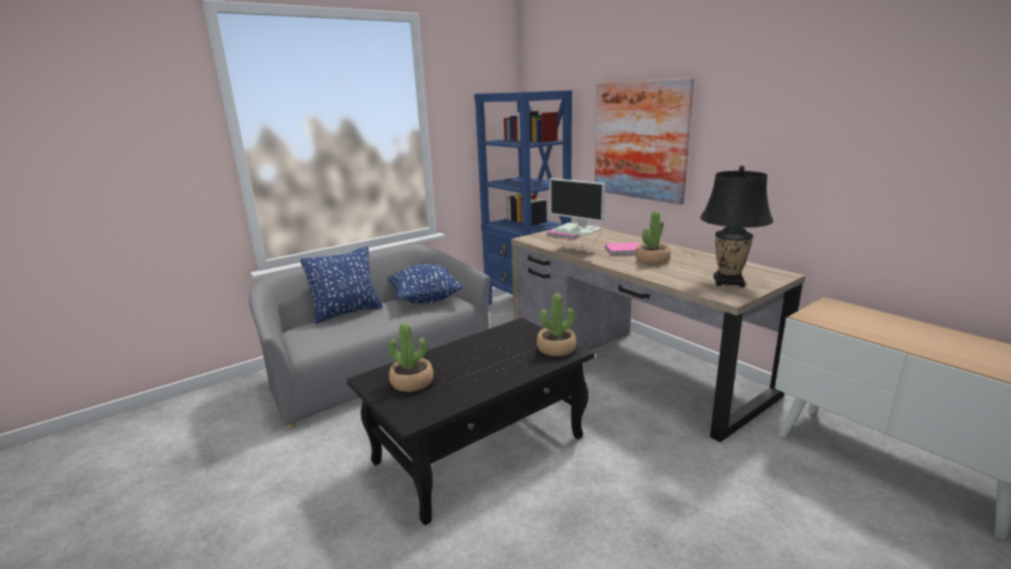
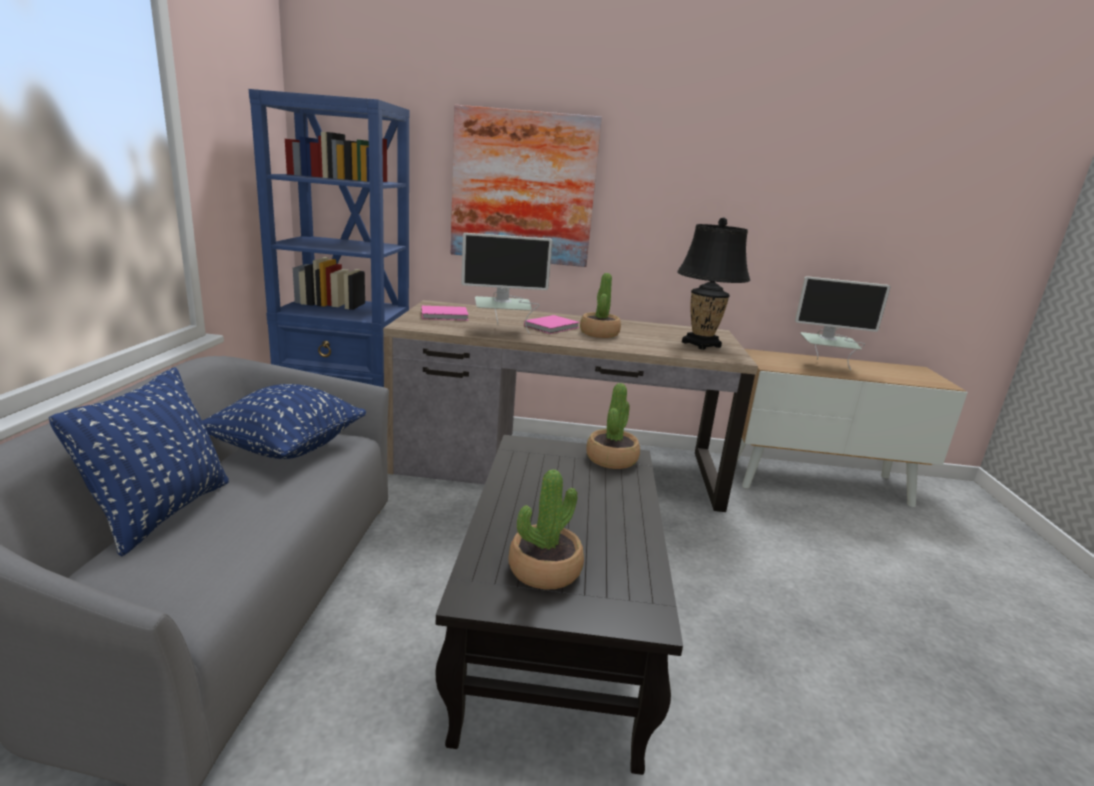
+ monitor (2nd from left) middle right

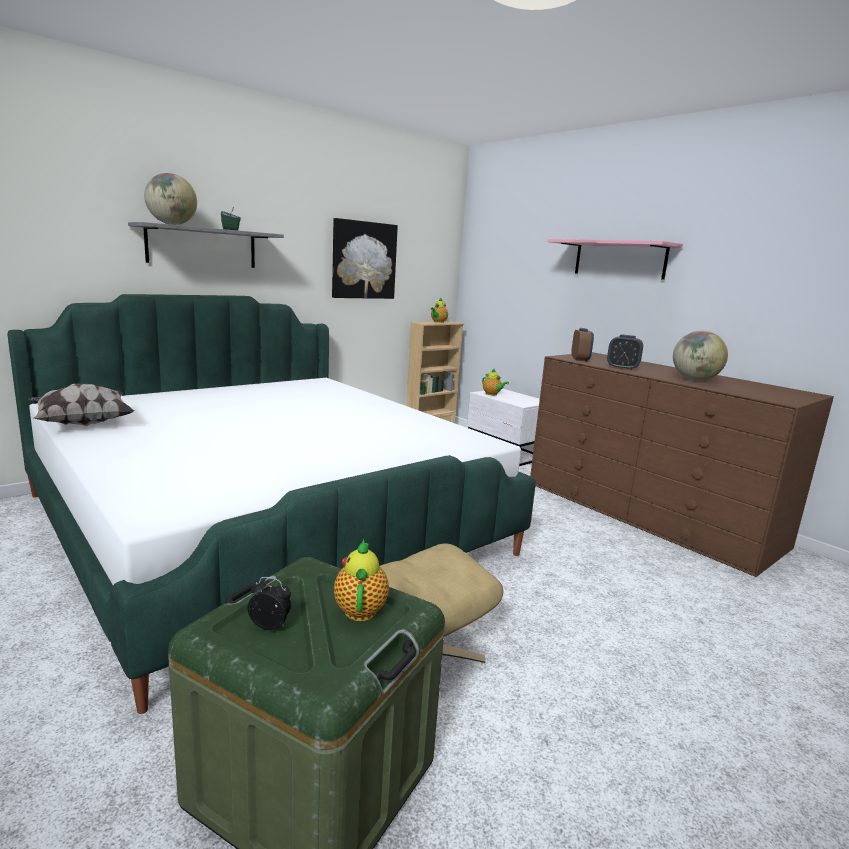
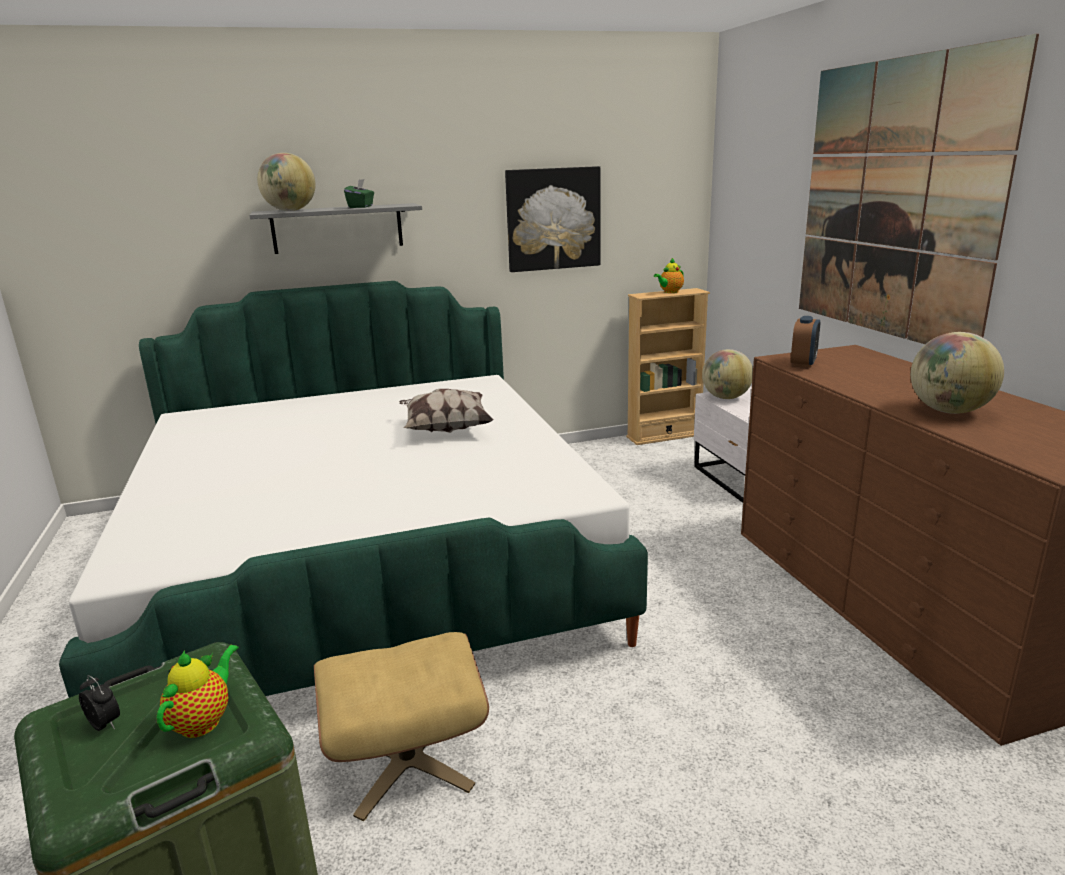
~ pink shelf top right to picture (2nd from left) top right
- alarm clock (3rd from left) middle right
~ teapot (3rd from left) centre to globe (2nd from left) middle right
~ pillow middle left to centre

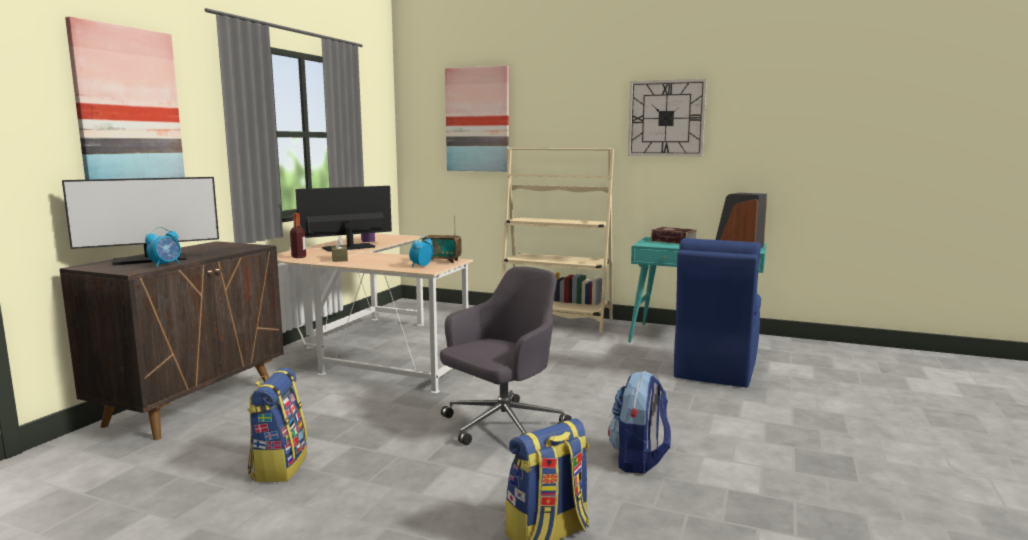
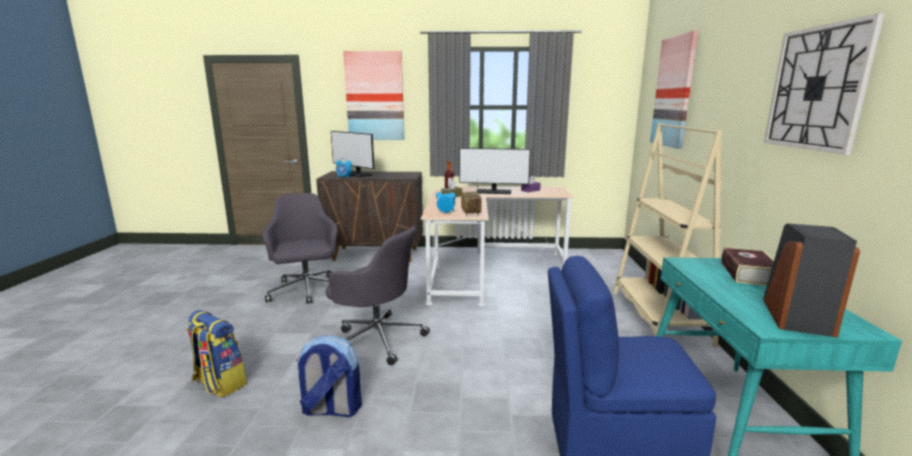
~ monitor (2nd from left) centre = centre 150 degrees clockwise
~ backpack (1st from left) bottom left to grey office chair (1st from left) middle left

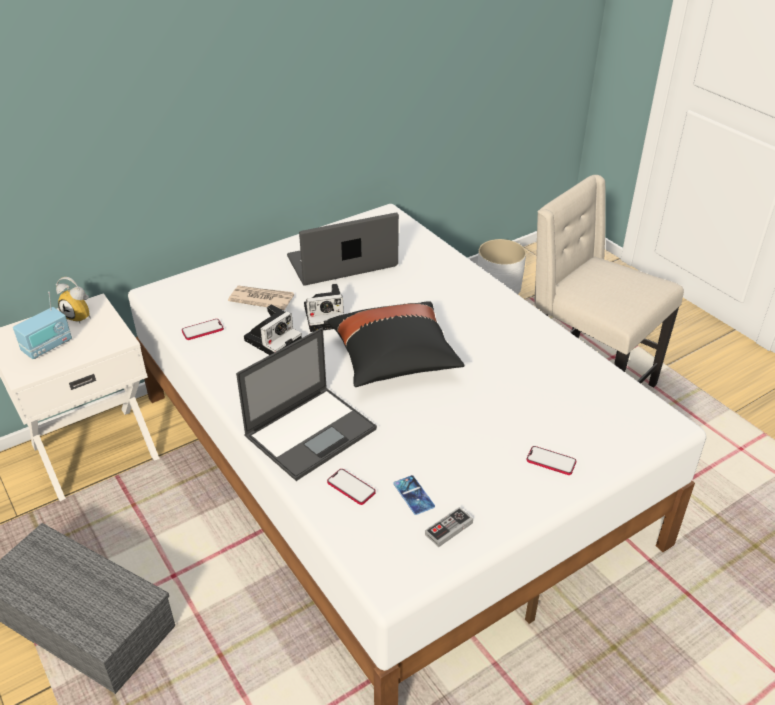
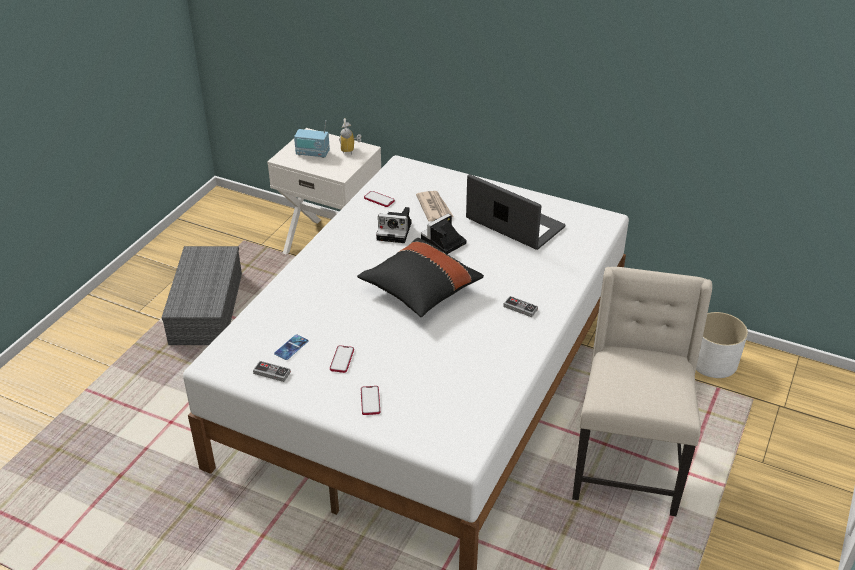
~ photo camera (2nd from left) centre = centre 90 degrees clockwise
- laptop (1st from left) centre
~ phone (2nd from left) bottom centre to centre
+ game controller (2nd from left) centre

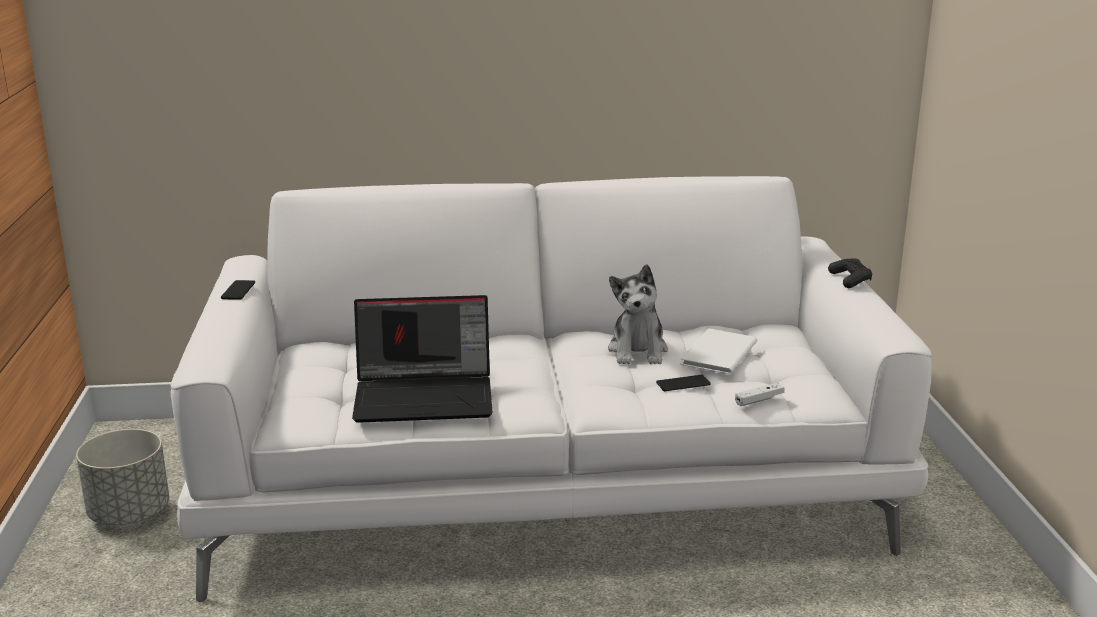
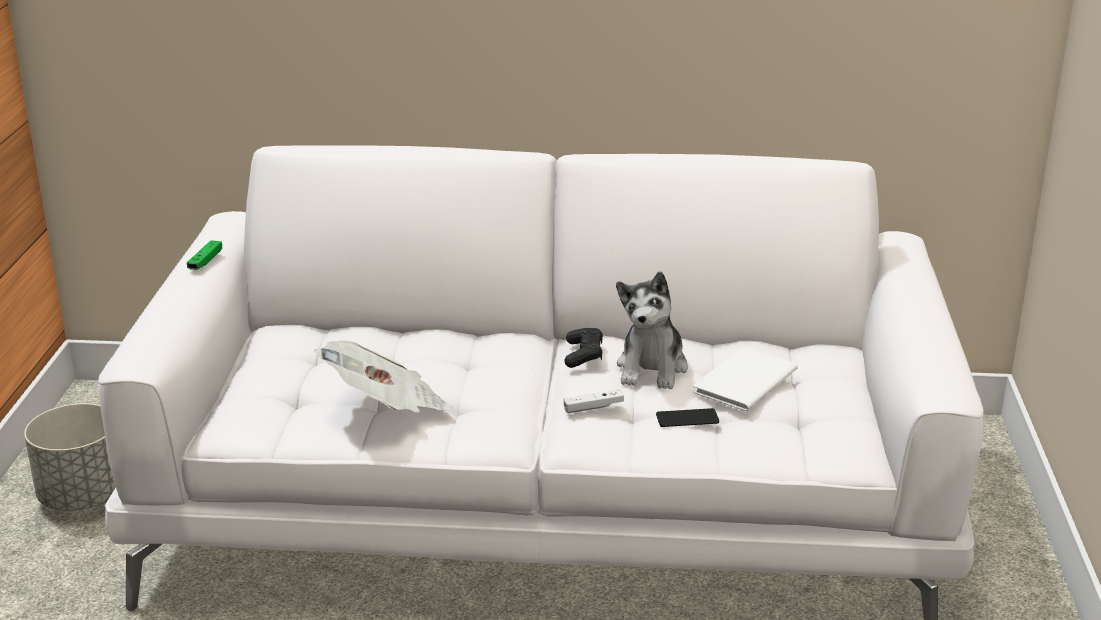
~ black game controller middle right to centre
~ phone (1st from left) middle left to green game controller middle left
~ laptop centre to newspaper centre
~ white game controller middle right to centre

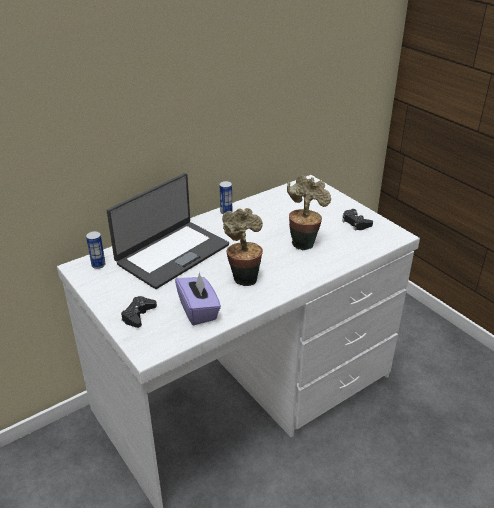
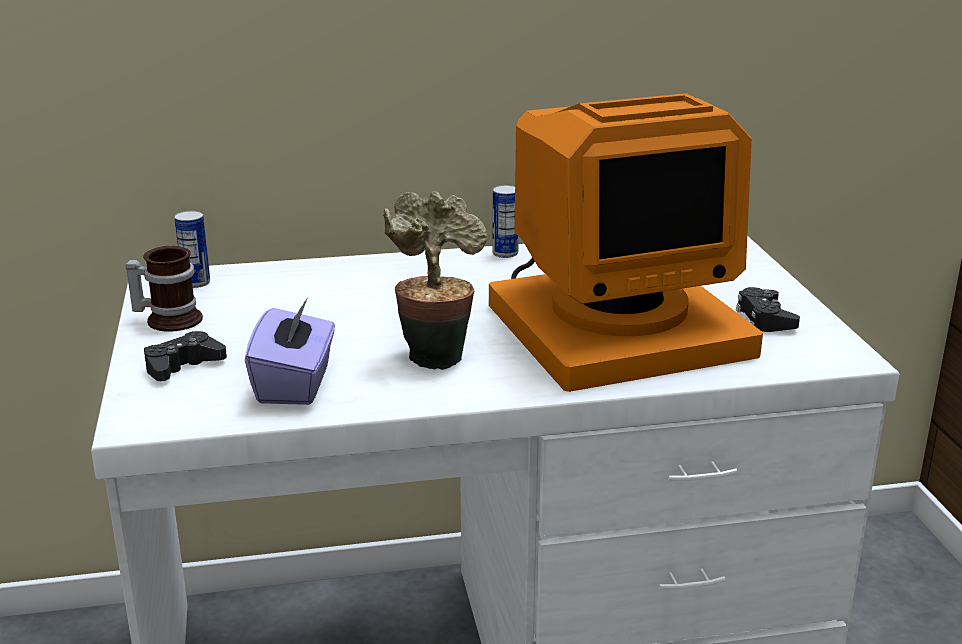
- laptop centre
~ potted plant (2nd from left) centre to monitor centre
+ mug middle left

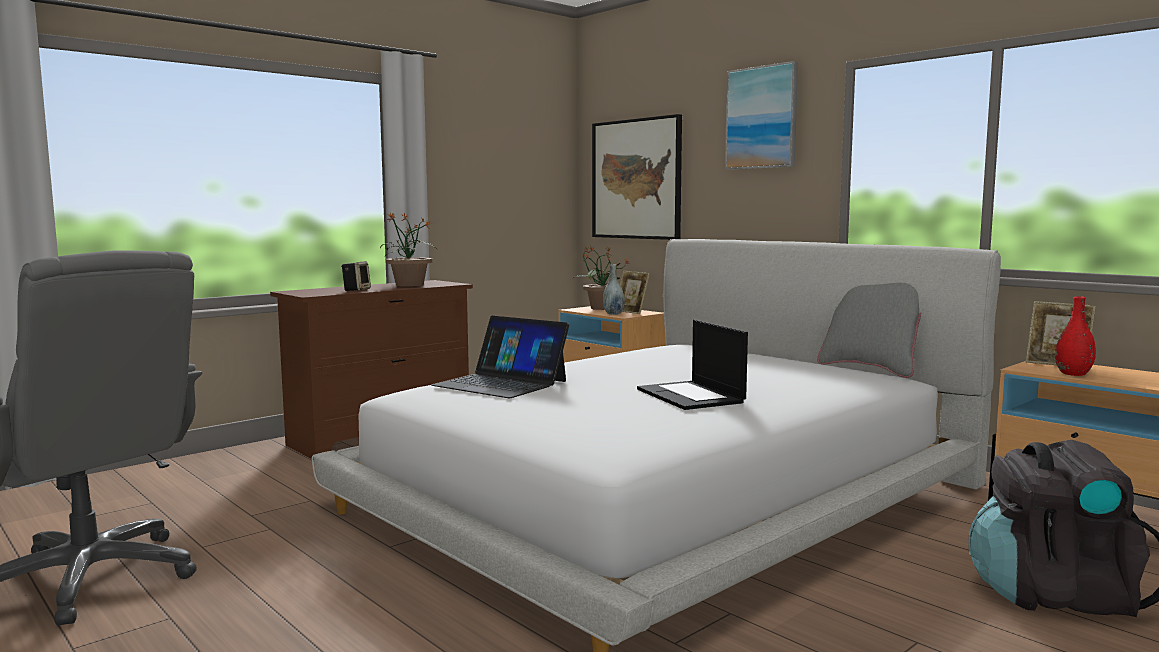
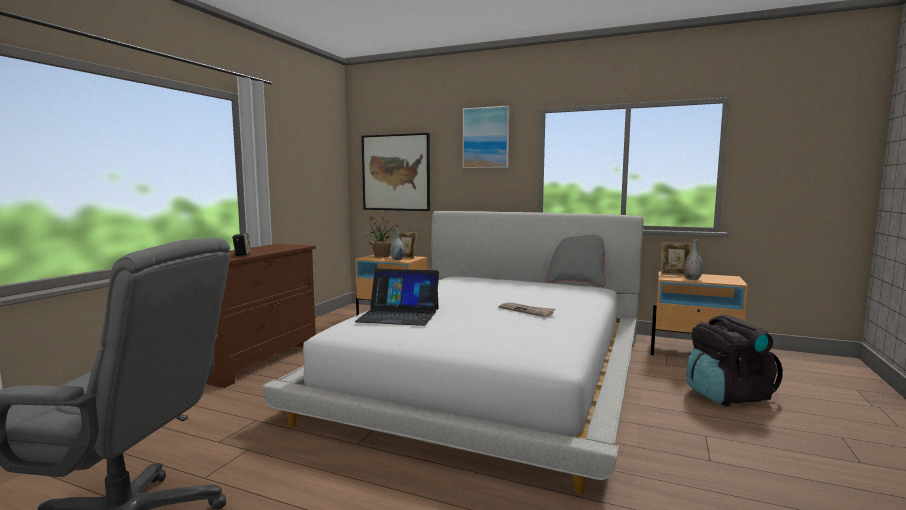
- potted plant (1st from left) centre
~ red vase middle right to grey vase (2nd from left) middle right
~ laptop (2nd from left) centre to newspaper centre

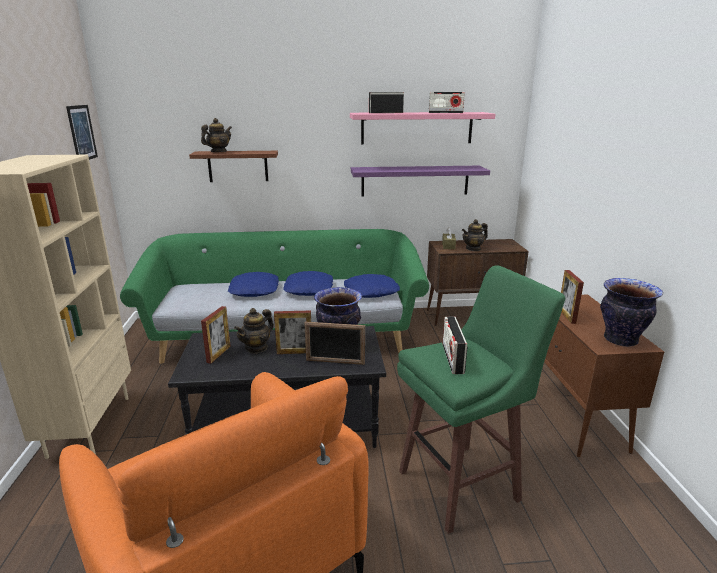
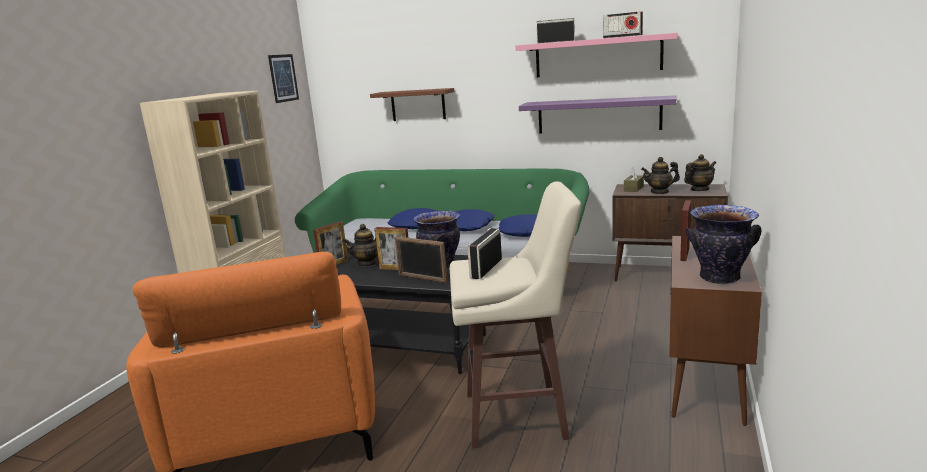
~ teapot (1st from left in the first image) top left to teapot (3rd from left) middle right
~ green stool bottom right to beige stool centre

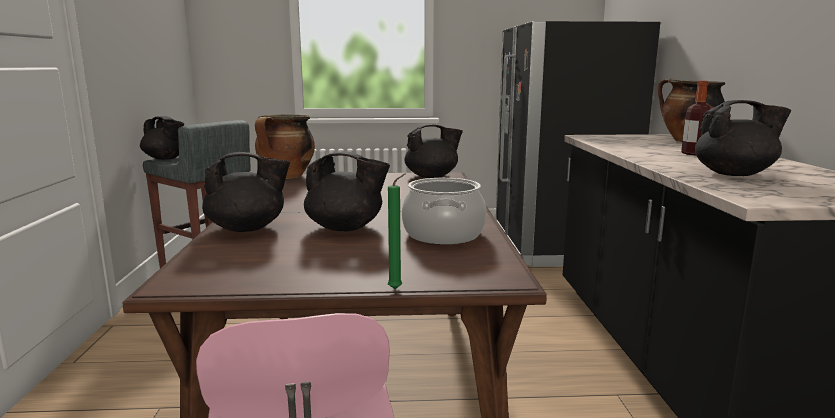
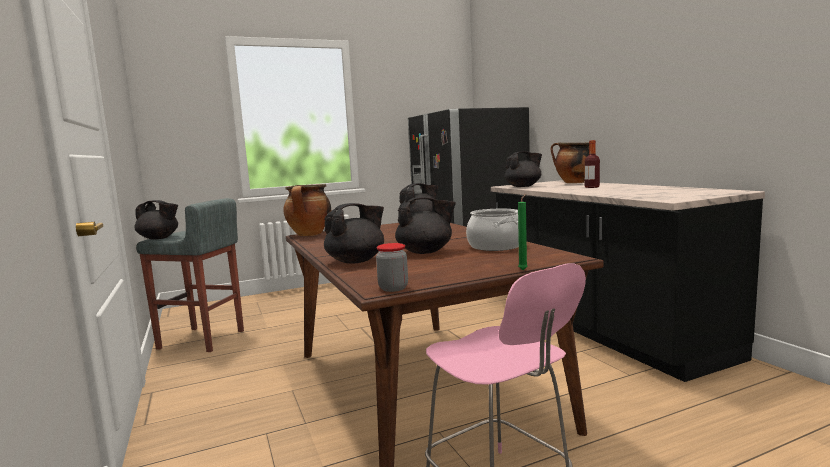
~ black teapot (5th from left) top right to centre
+ jar centre

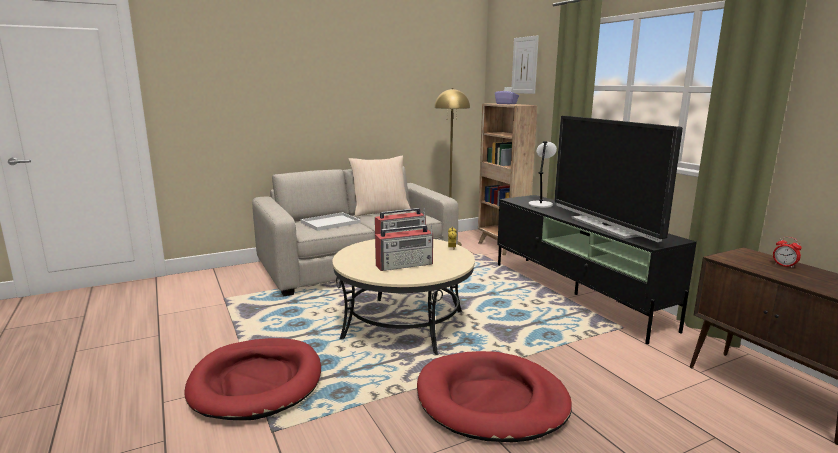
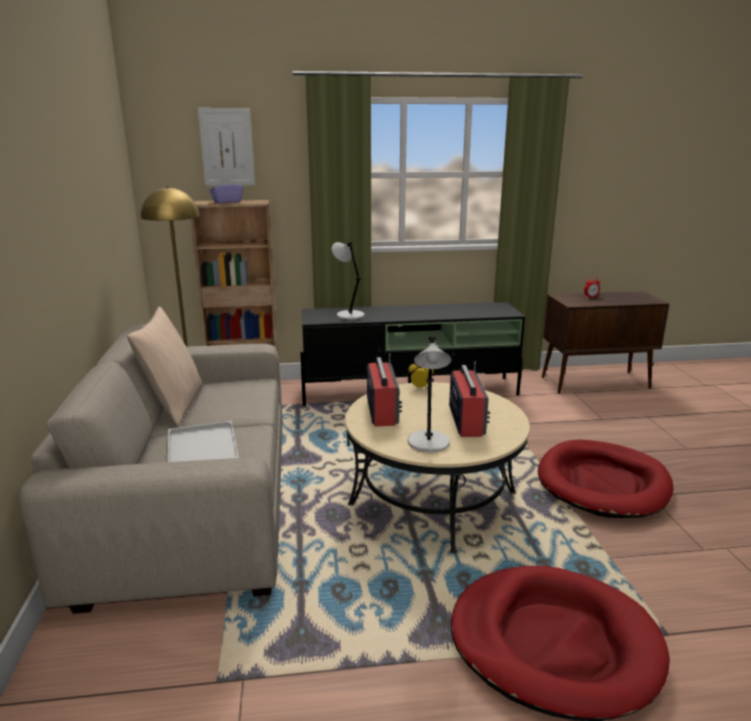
- television middle right
+ grey table lamp (2nd from left) centre

